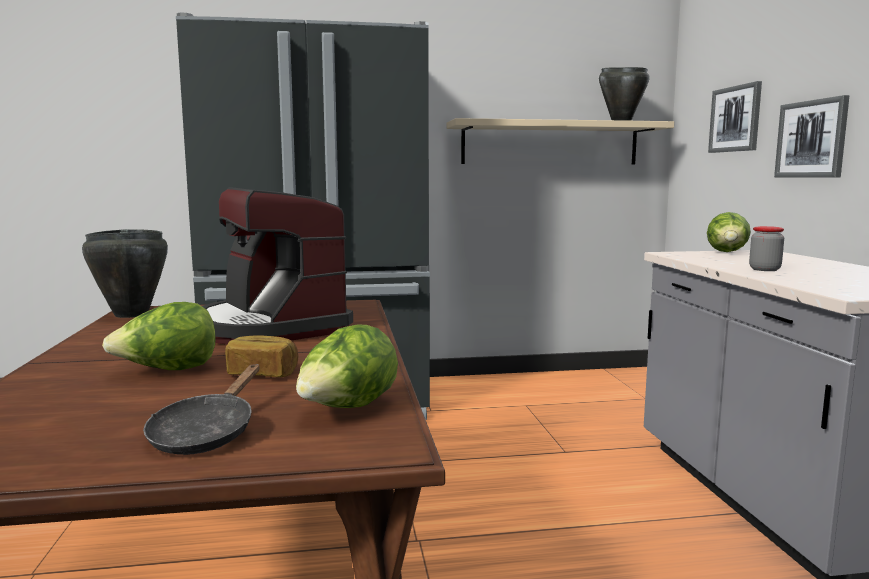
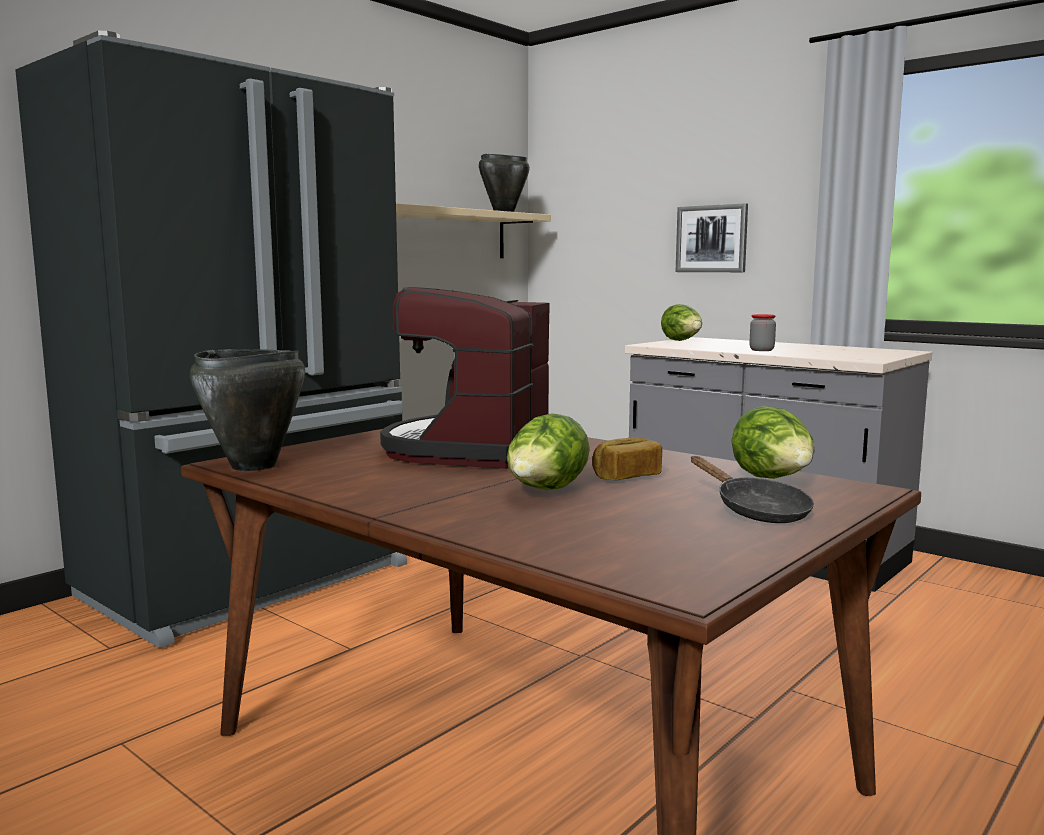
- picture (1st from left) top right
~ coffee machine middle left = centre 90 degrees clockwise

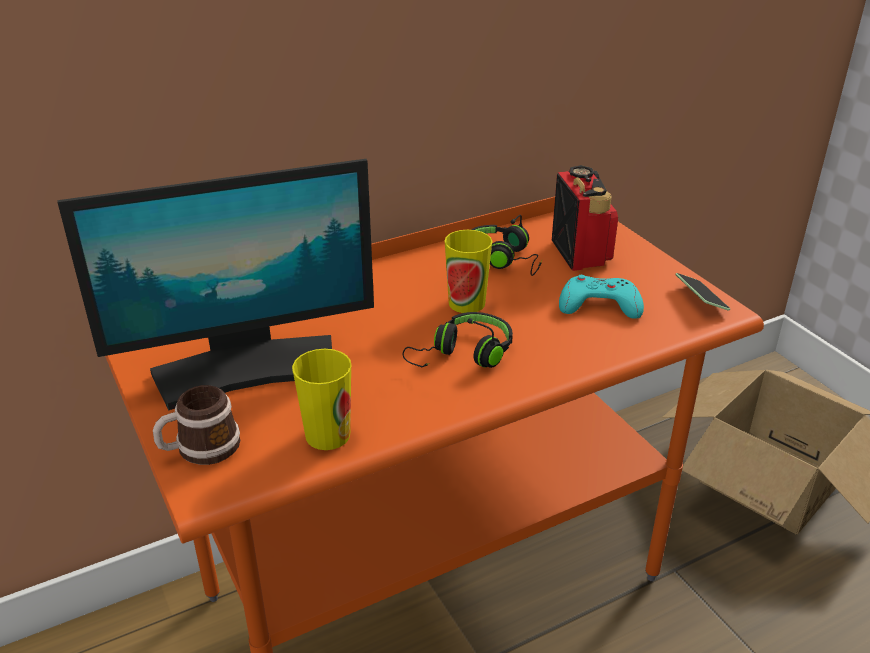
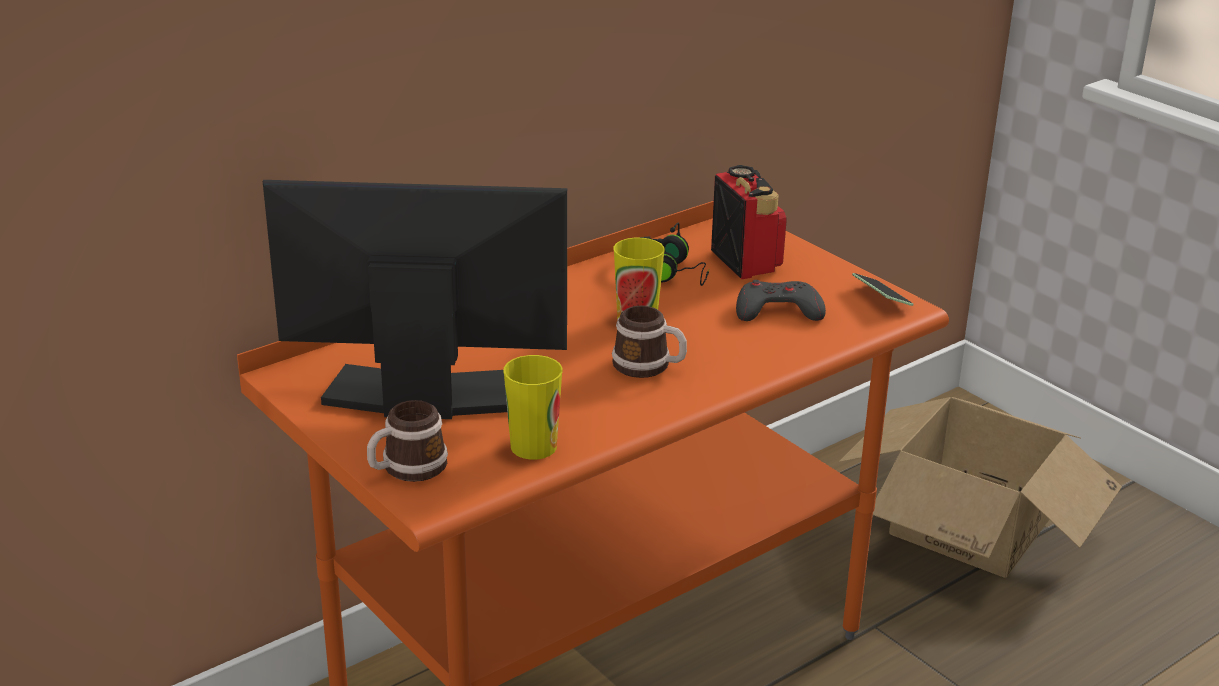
~ monitor middle left = centre 150 degrees counterclockwise
~ turquoise game controller middle right to grey game controller centre
~ black headphones (1st from left) centre to mug (2nd from left) centre

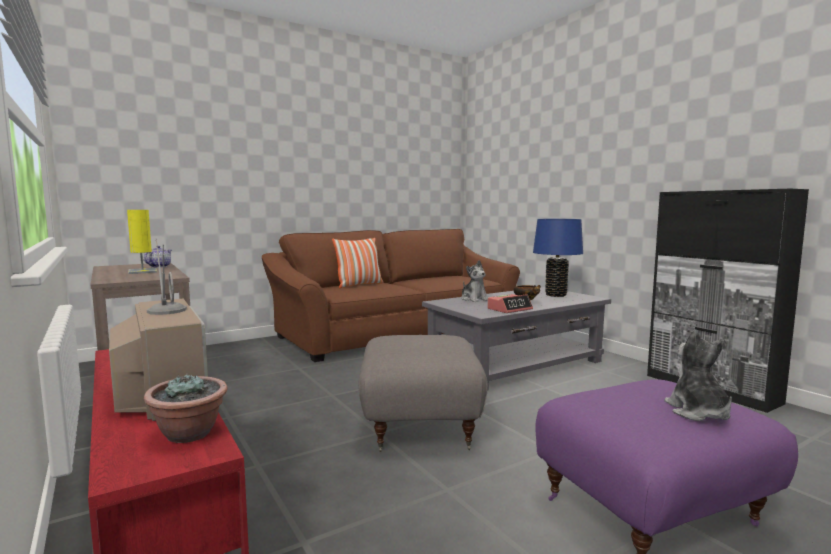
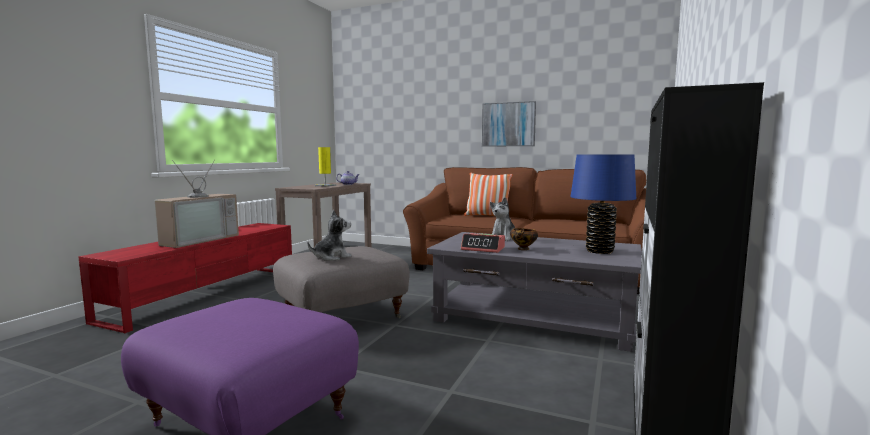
~ plush toy (2nd from left in the first image) bottom right to plush toy (1st from left) centre
- potted plant bottom left
+ picture top centre

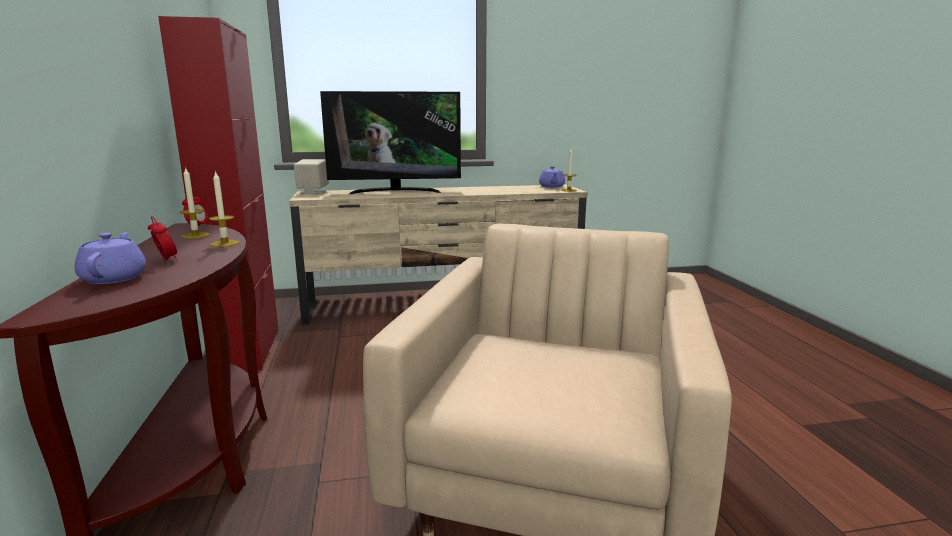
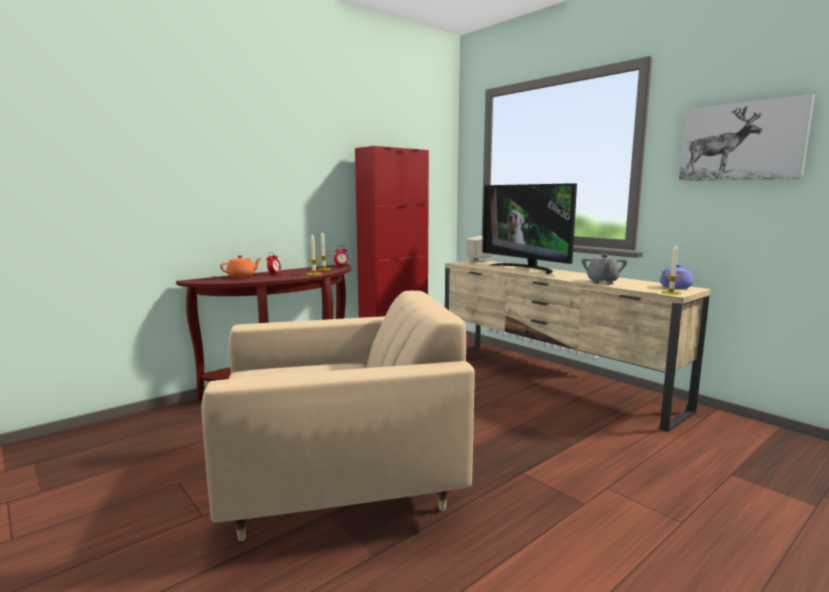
~ purple teapot (1st from left) middle left to orange teapot middle left
+ picture top right
+ grey teapot middle right

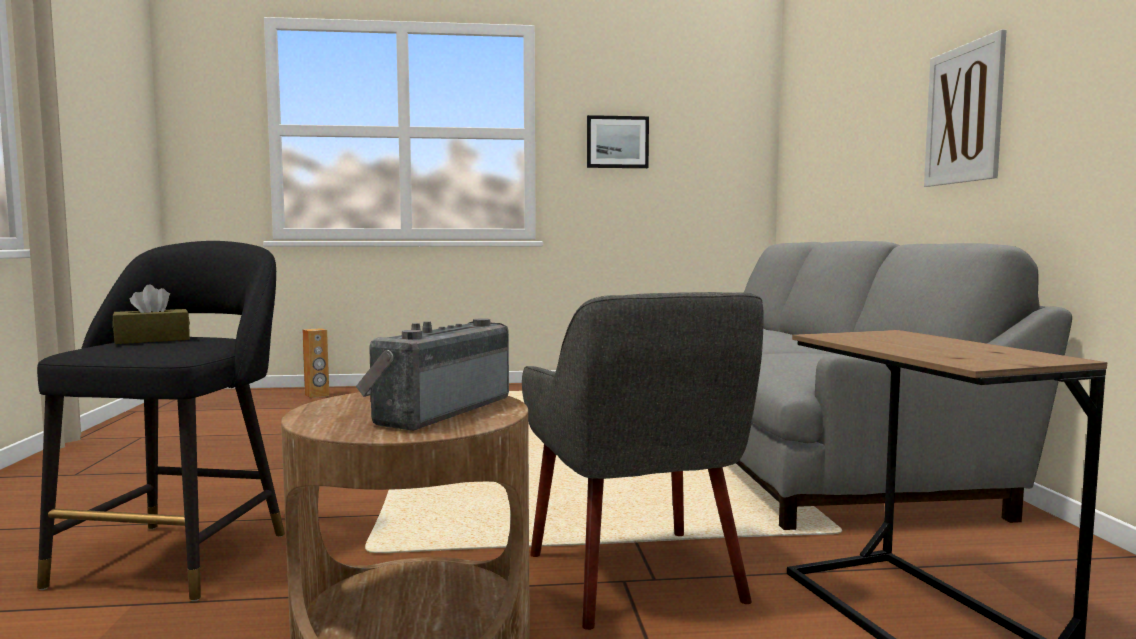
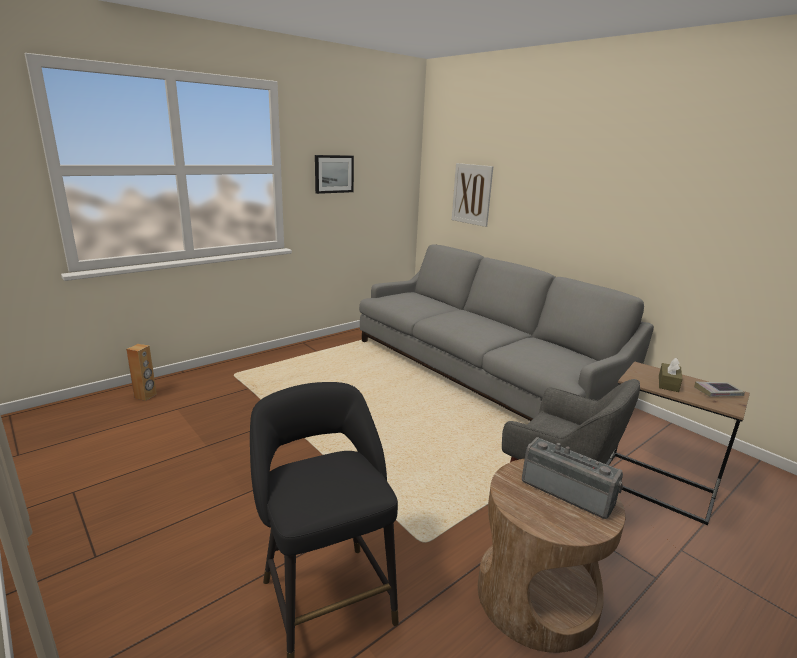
~ picture (2nd from left) top right to top centre
~ brown tissue box middle left to middle right
~ radio centre = bottom right 135 degrees clockwise
+ book middle right

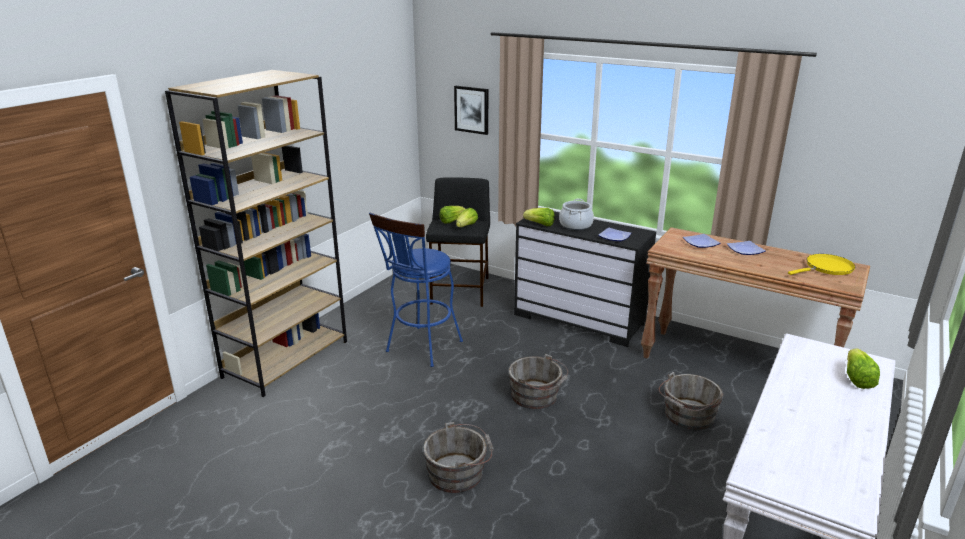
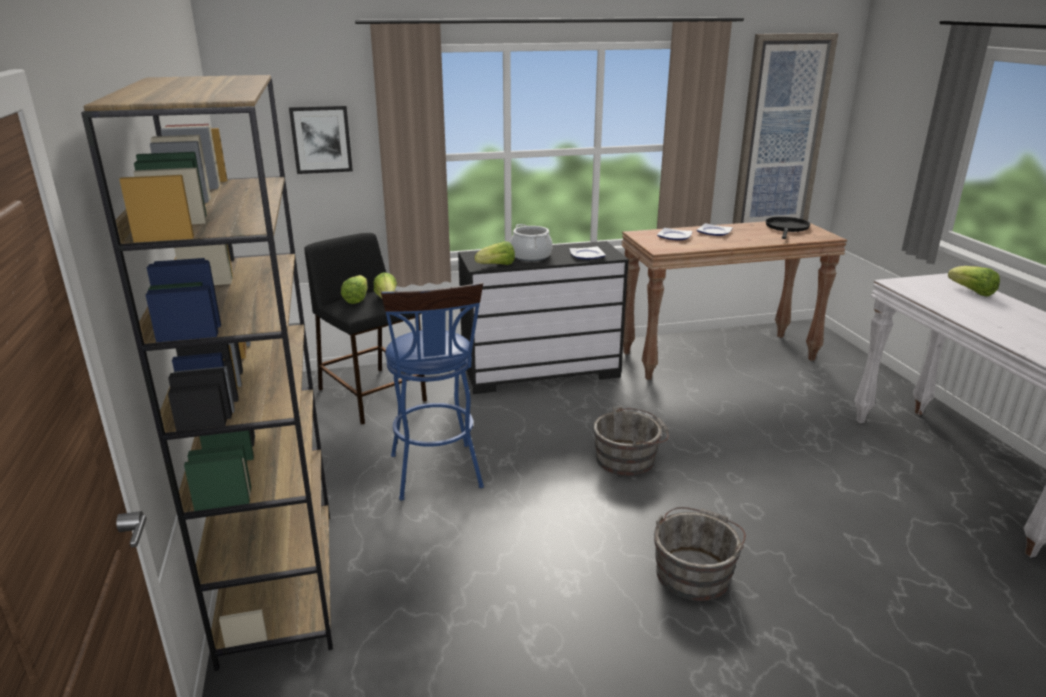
~ yellow frying pan middle right to black frying pan top right
- grey bucket (3rd from left) bottom right
+ picture (2nd from left) top right

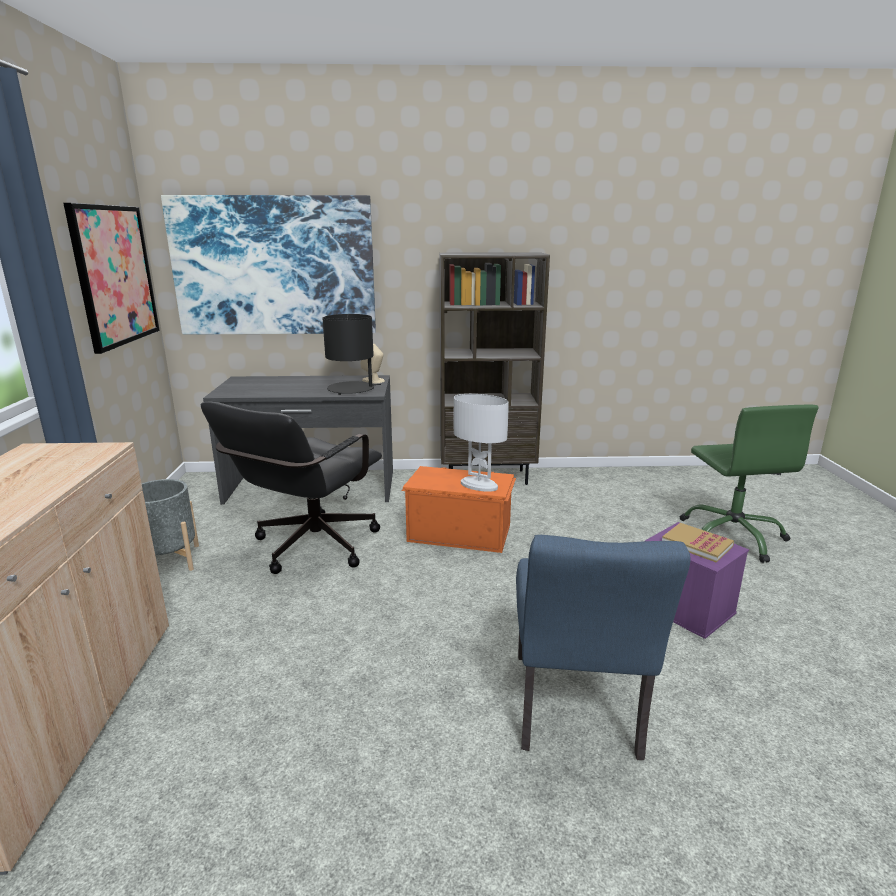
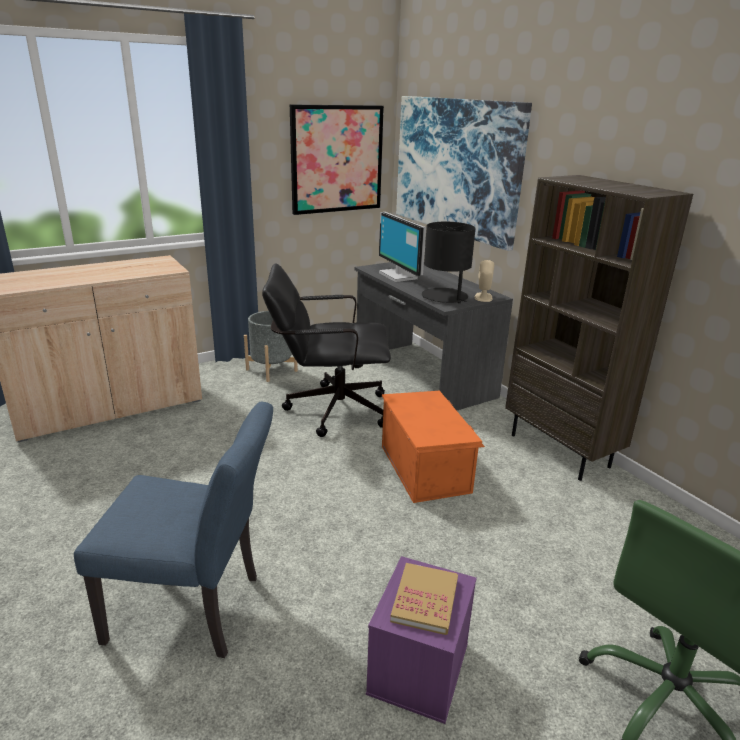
- white table lamp centre
~ blue chair bottom right = bottom left 150 degrees counterclockwise
+ monitor centre

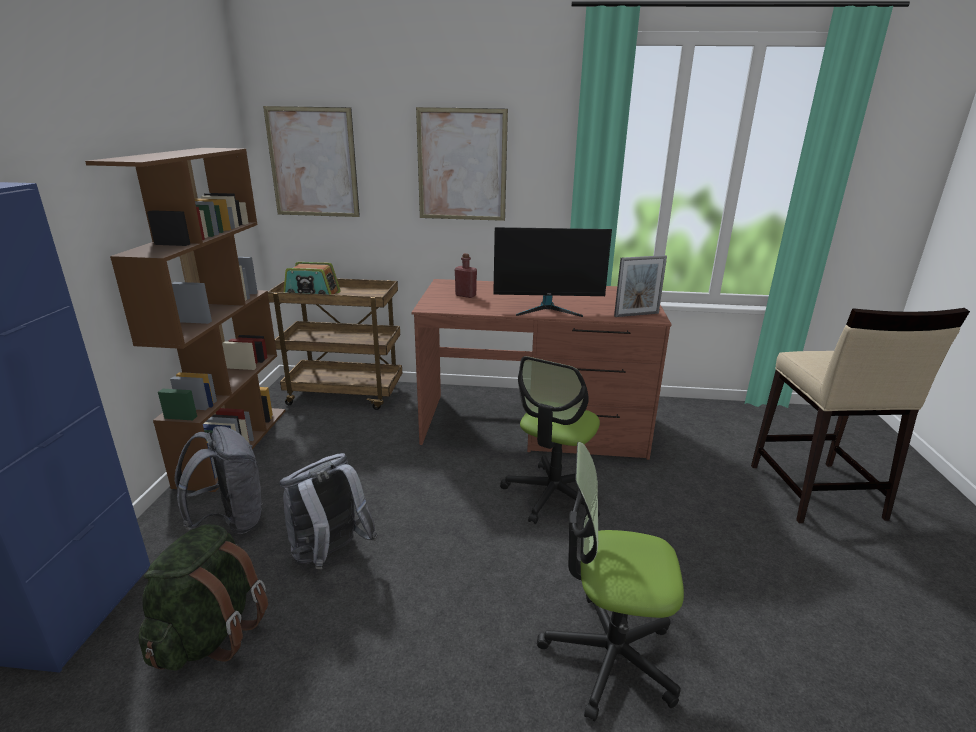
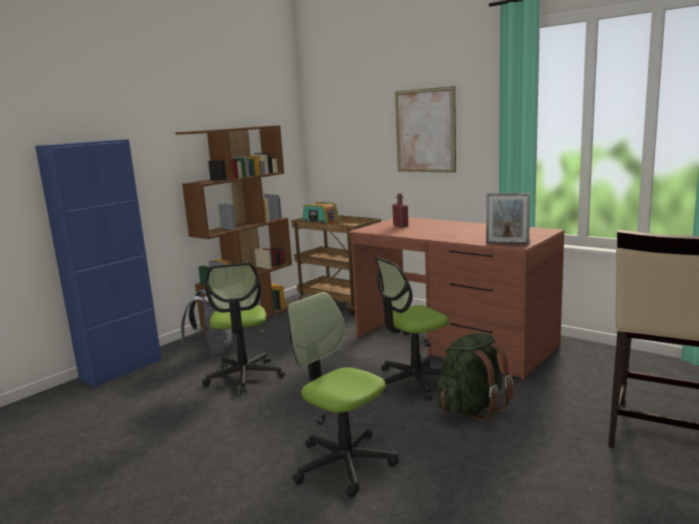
- picture (1st from left) top left
- monitor centre
~ grey backpack (2nd from left) bottom centre to office chair (1st from left) centre
~ green backpack bottom left to bottom right

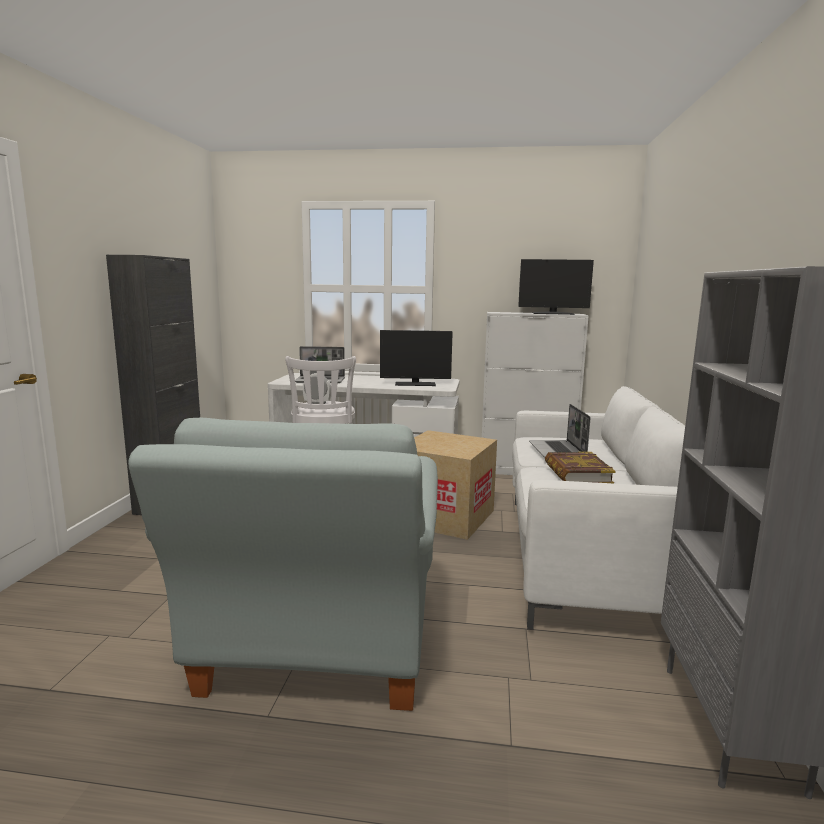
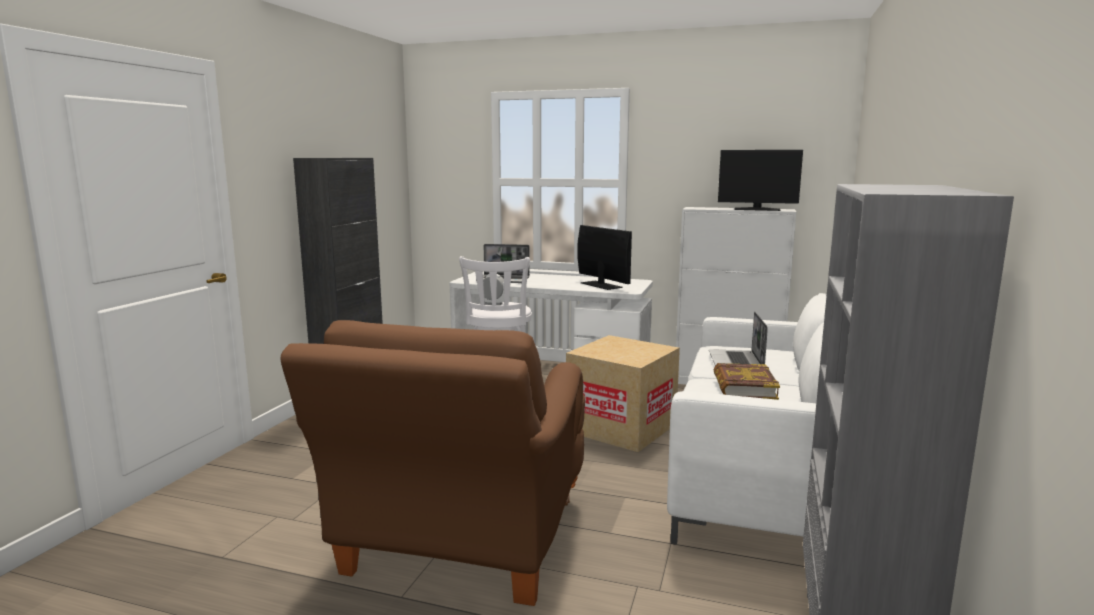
~ monitor (1st from left) centre = centre 135 degrees counterclockwise
~ grey armchair bottom centre to brown armchair bottom centre

